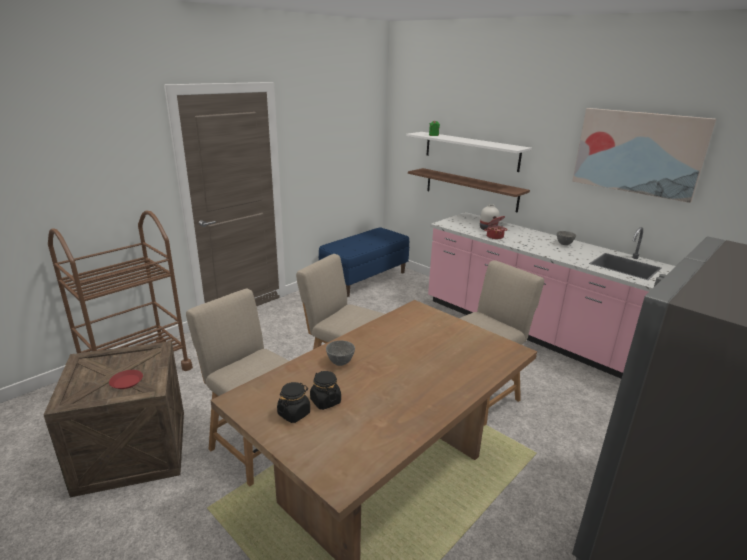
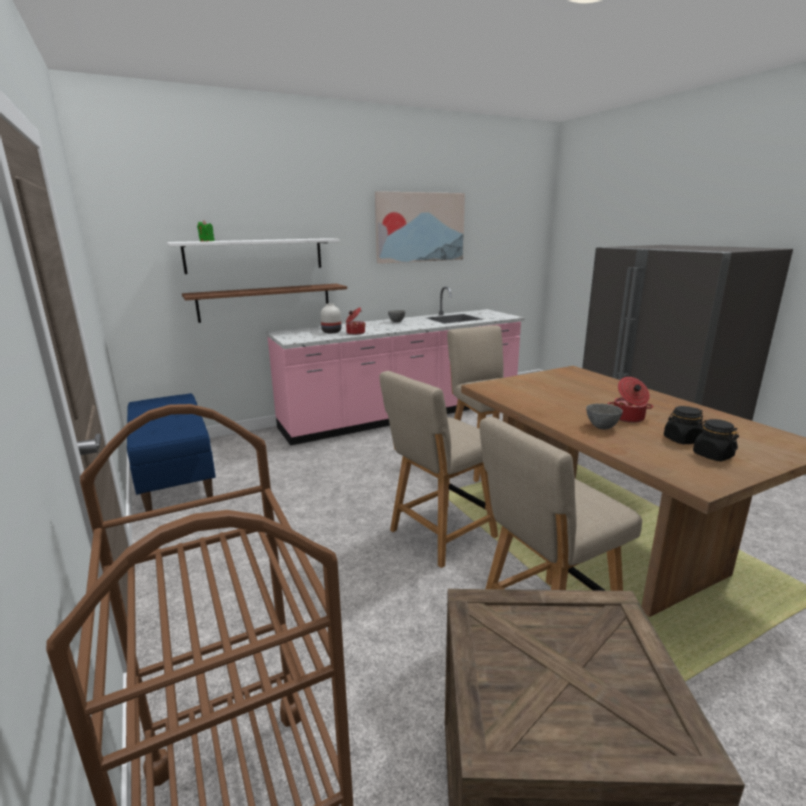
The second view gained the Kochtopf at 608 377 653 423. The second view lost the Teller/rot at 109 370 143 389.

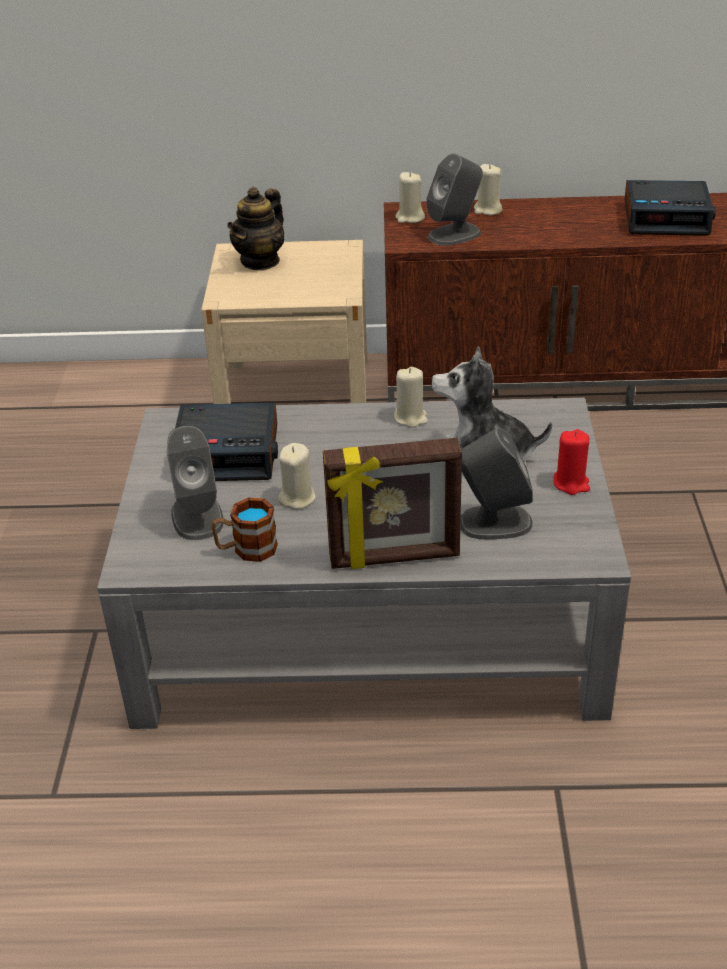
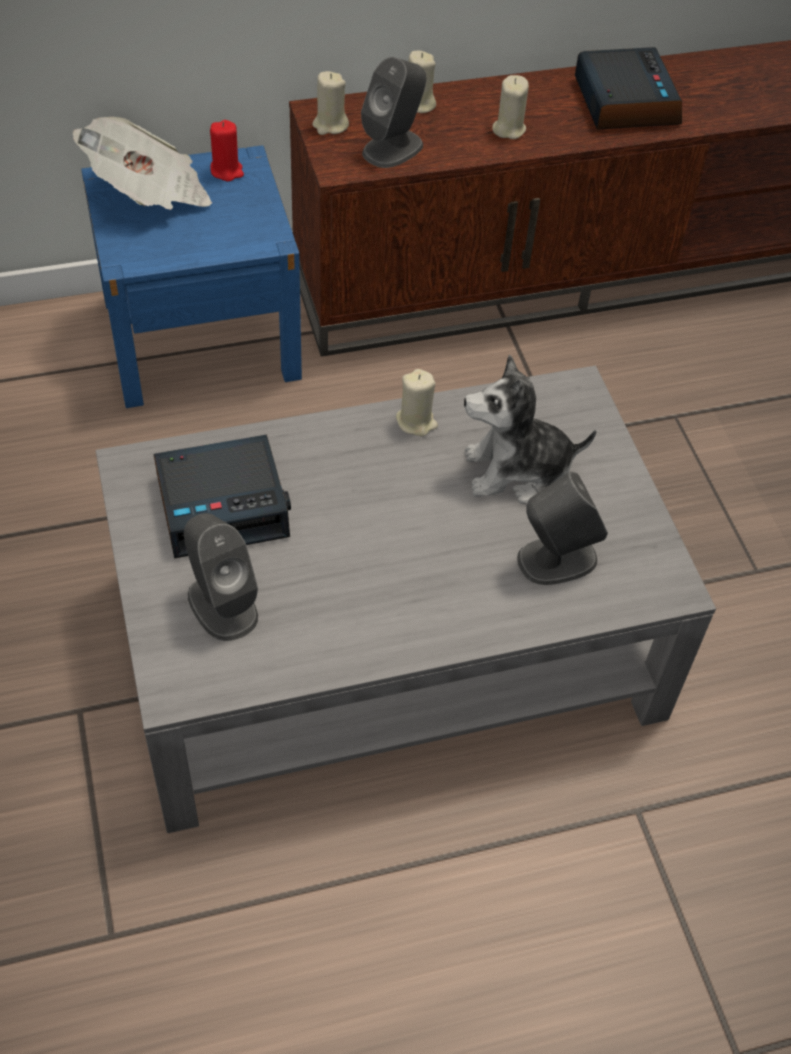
Where the Teekanne stood at 227 187 284 270, the Zeitung came to stand at 73 117 212 210. What was the Nachttisch/beige at 201 240 367 404 turned into the Nachttisch/blau at 81 145 302 408. The Kerze/rot ended up elsewhere, having gone from 553 429 590 495 to 210 120 244 182. The Kerze/beige ended up elsewhere, having gone from 278 443 316 510 to 492 75 529 139. The Wecker at 625 180 716 236 ended up facing another way, 90 degrees counterclockwise from before. The second view lost the Henkelbecher at 212 497 278 562. The second view lost the Bilderrahmen at 323 438 462 569.

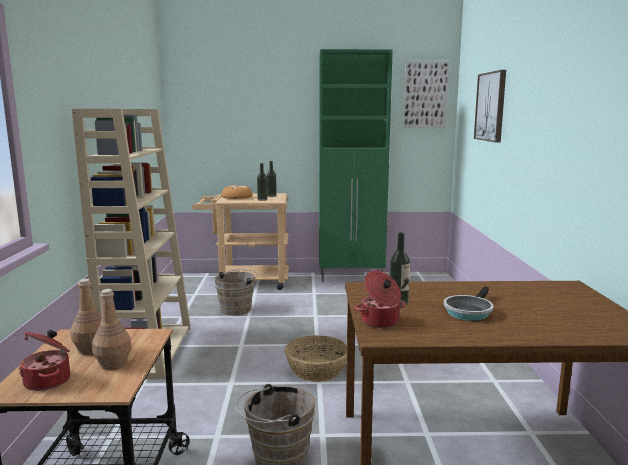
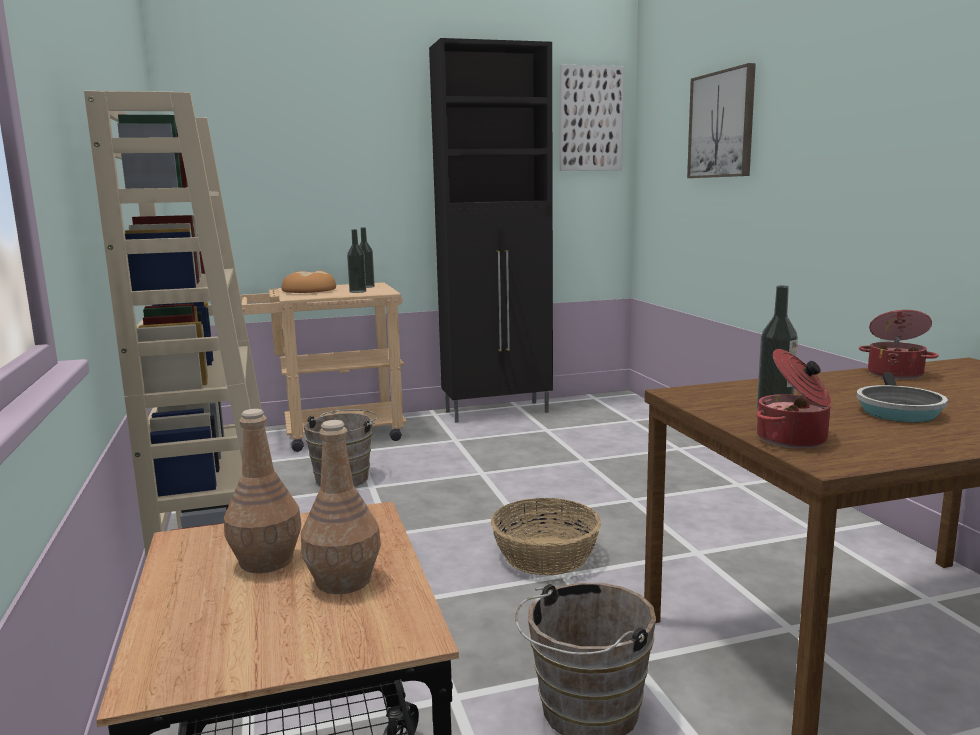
What was the Schrank/grün at 319 49 393 282 turned into the Schrank/schwarz at 429 38 553 423. The Kochtopf ended up elsewhere, having gone from 19 330 70 391 to 859 310 939 379.

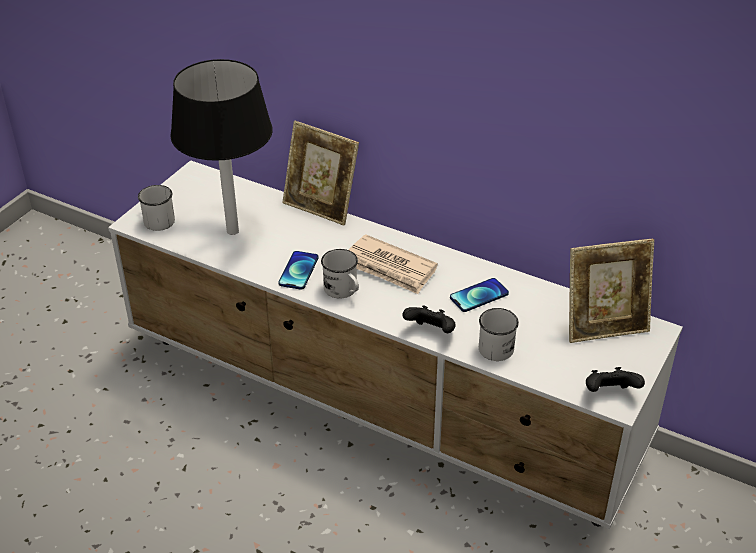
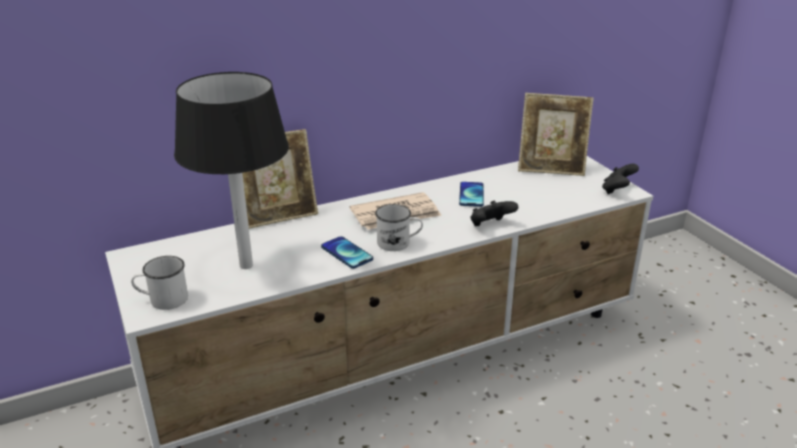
The Bilderrahmen at 569 239 654 343 ended up facing another way, 75 degrees clockwise from before. The second view lost the Henkelbecher/weiß at 479 308 519 361.

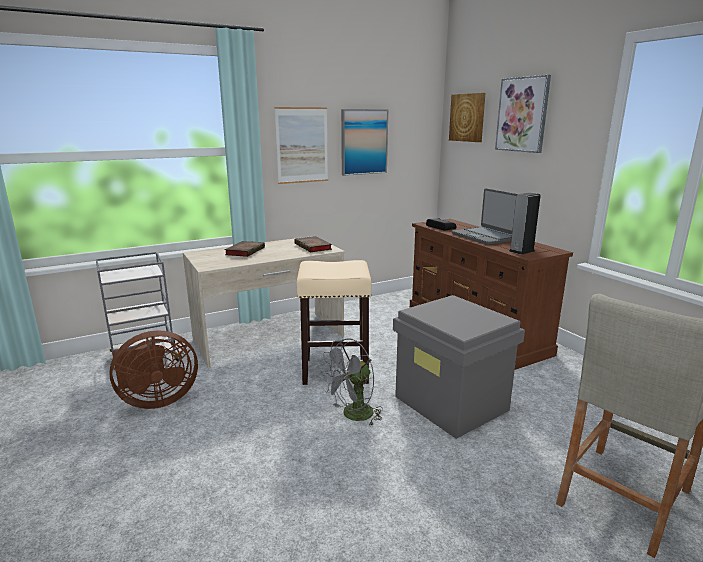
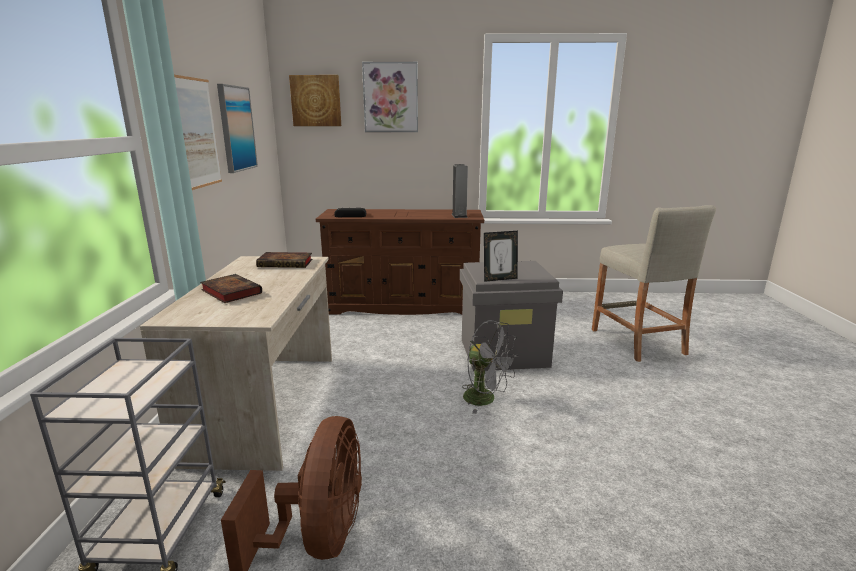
The Ventilator/grau at 321 338 383 425 ended up facing another way, 45 degrees counterclockwise from before. The second view gained the Bilderrahmen at 484 231 518 282. The second view lost the Hocker/beige at 296 260 371 385. The second view lost the Laptop at 452 188 517 245.

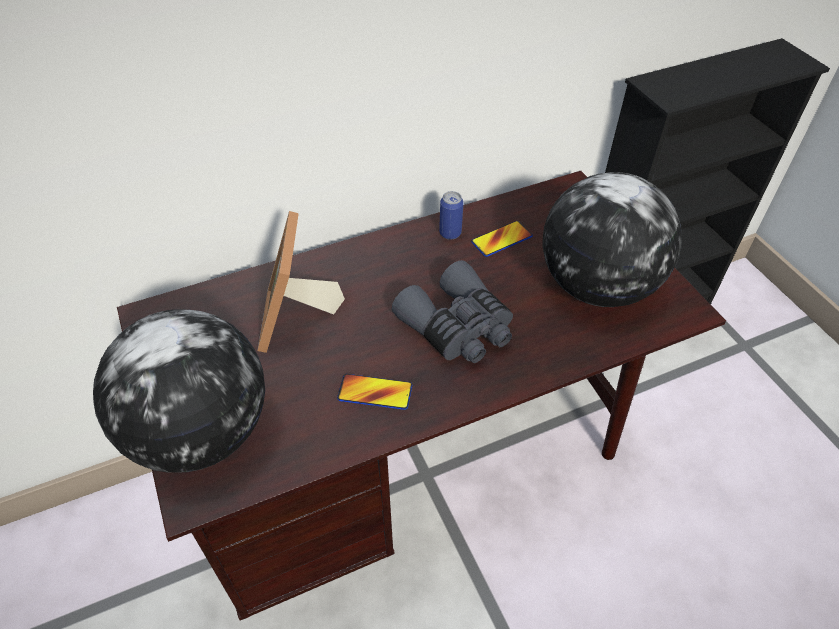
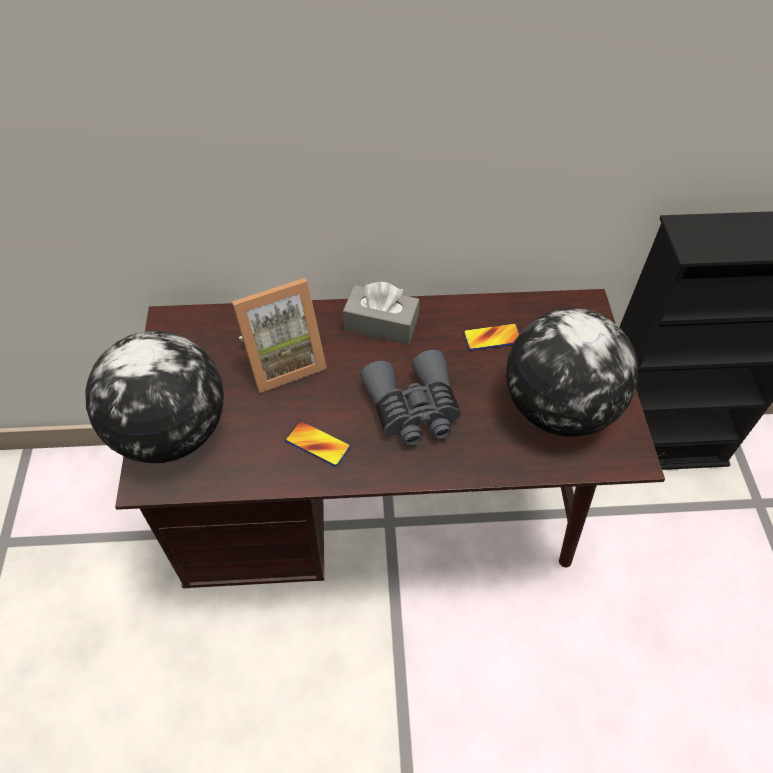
The Bilderrahmen at 257 211 345 353 ended up facing another way, 135 degrees counterclockwise from before. The second view gained the Taschentuchbox/grau at 343 282 420 344. The second view lost the Dose at 439 191 464 240.

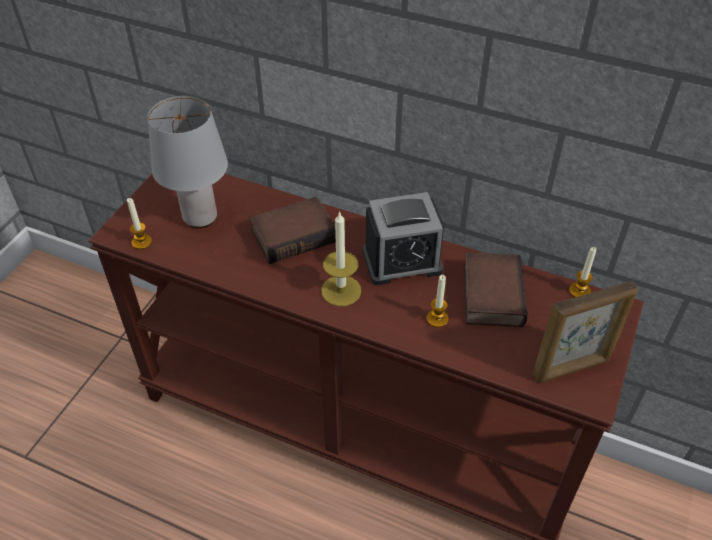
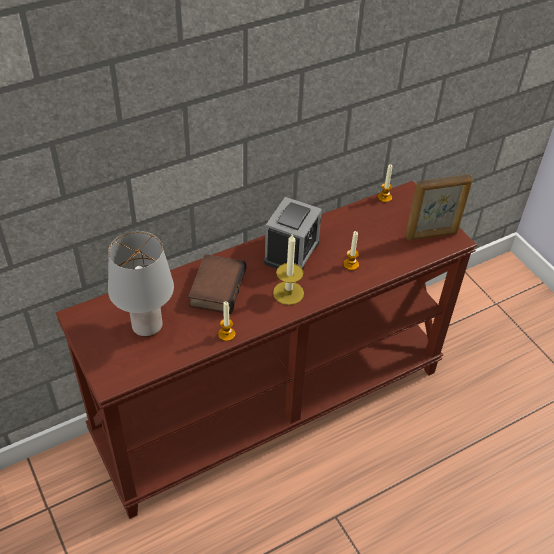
The Kerze ended up elsewhere, having gone from 127 198 152 249 to 218 301 235 341. The Bilderrahmen at 532 281 638 383 ended up facing another way, 60 degrees clockwise from before. The second view lost the Buch at 464 252 528 327.

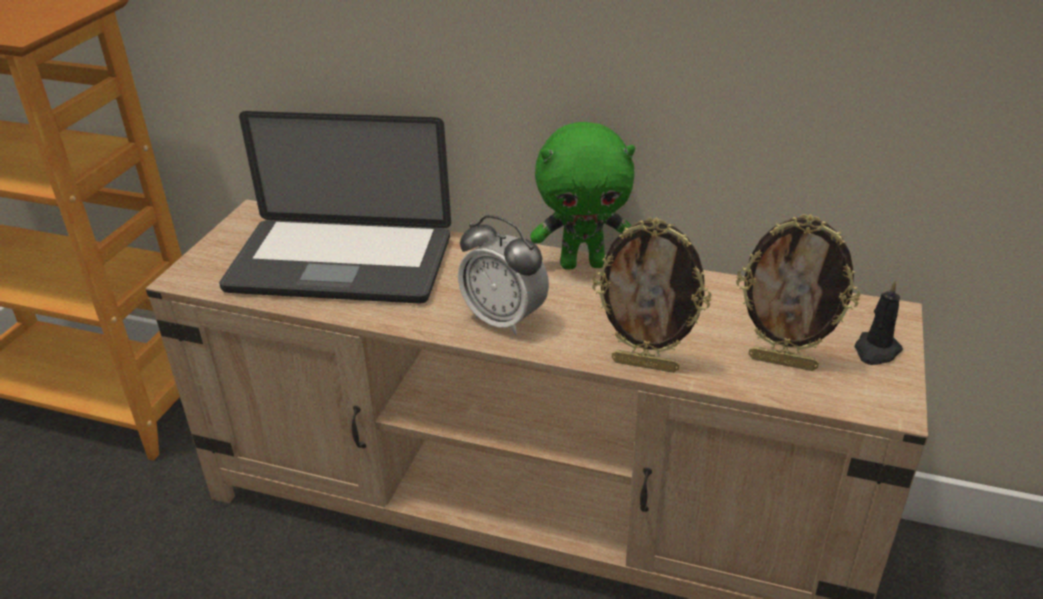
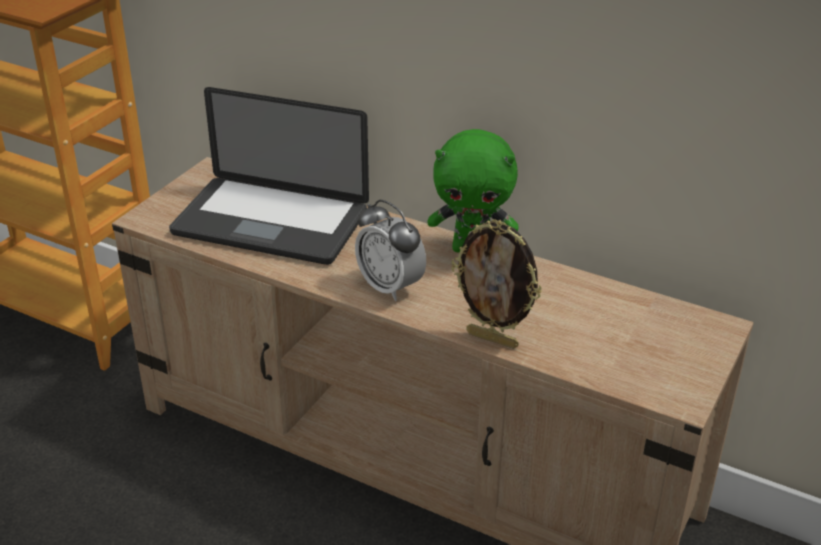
The second view lost the Bilderrahmen at 736 214 861 371. The second view lost the Kerze/schwarz at 855 281 903 365.

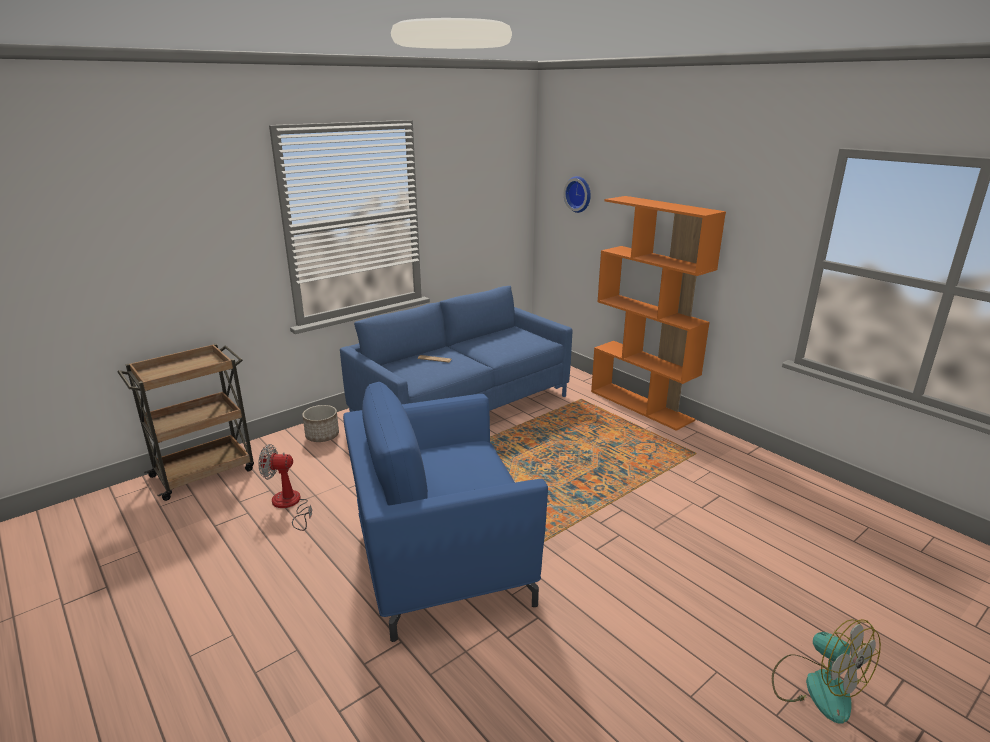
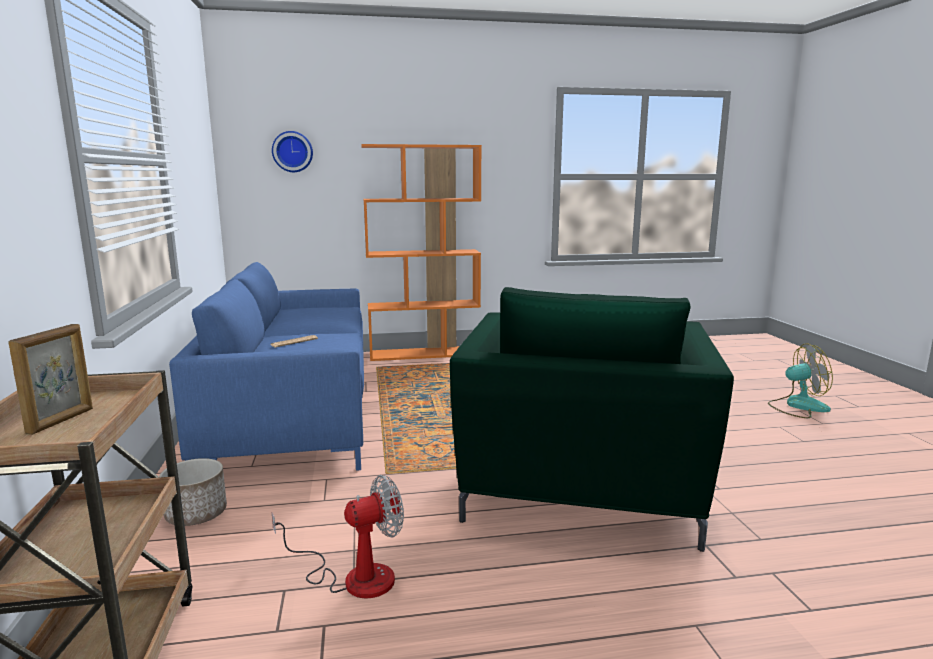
The second view gained the Bilderrahmen at 8 324 93 435. The Ventilator at 258 444 312 531 ended up facing another way, 150 degrees counterclockwise from before. What was the Sessel/blau at 343 382 548 642 turned into the Sessel/grün at 450 287 734 552.

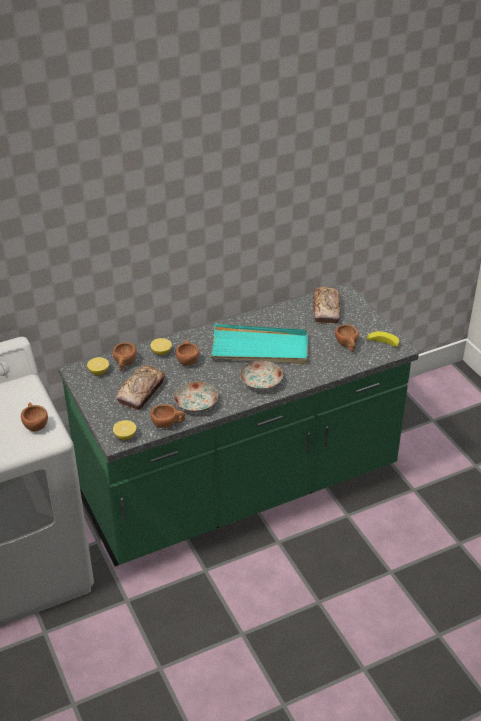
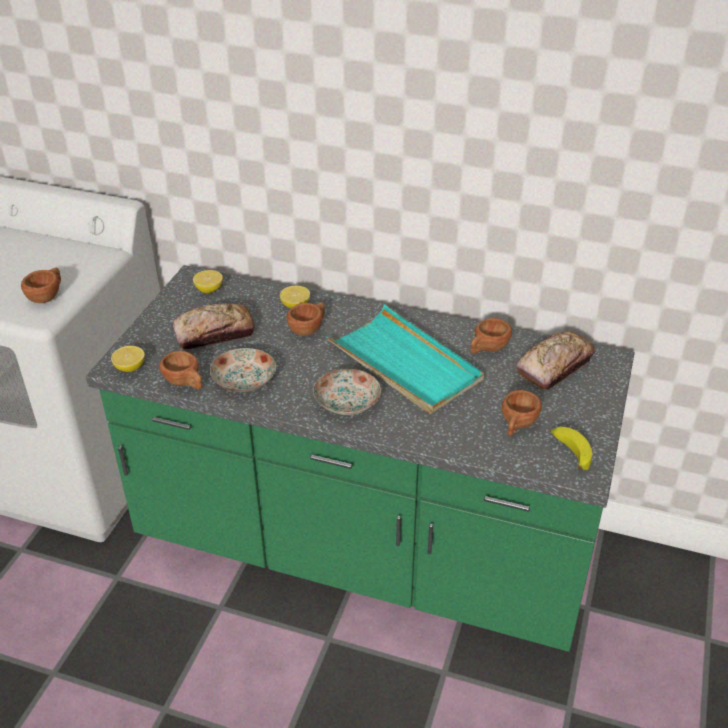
The Tasse/braun ended up elsewhere, having gone from 113 343 137 371 to 471 318 512 354.

